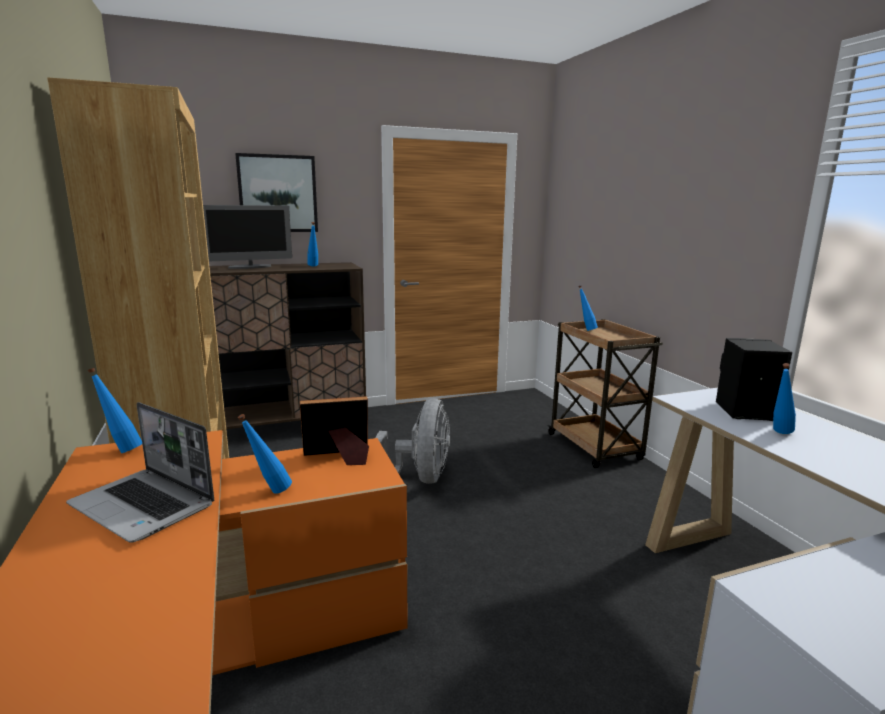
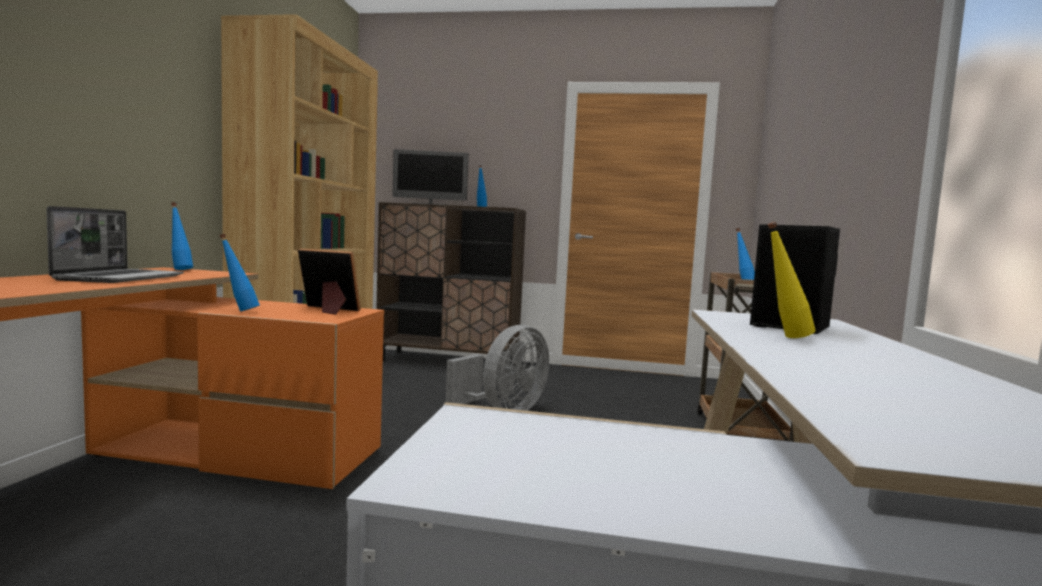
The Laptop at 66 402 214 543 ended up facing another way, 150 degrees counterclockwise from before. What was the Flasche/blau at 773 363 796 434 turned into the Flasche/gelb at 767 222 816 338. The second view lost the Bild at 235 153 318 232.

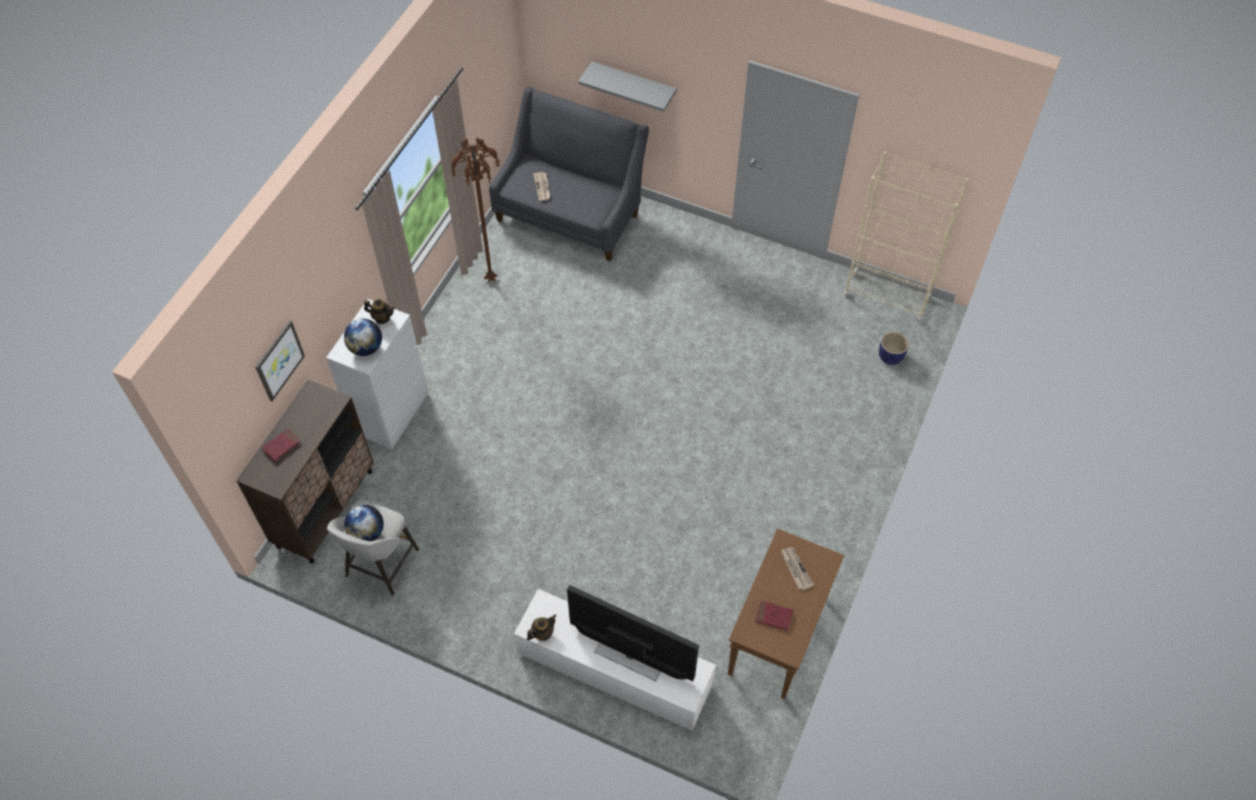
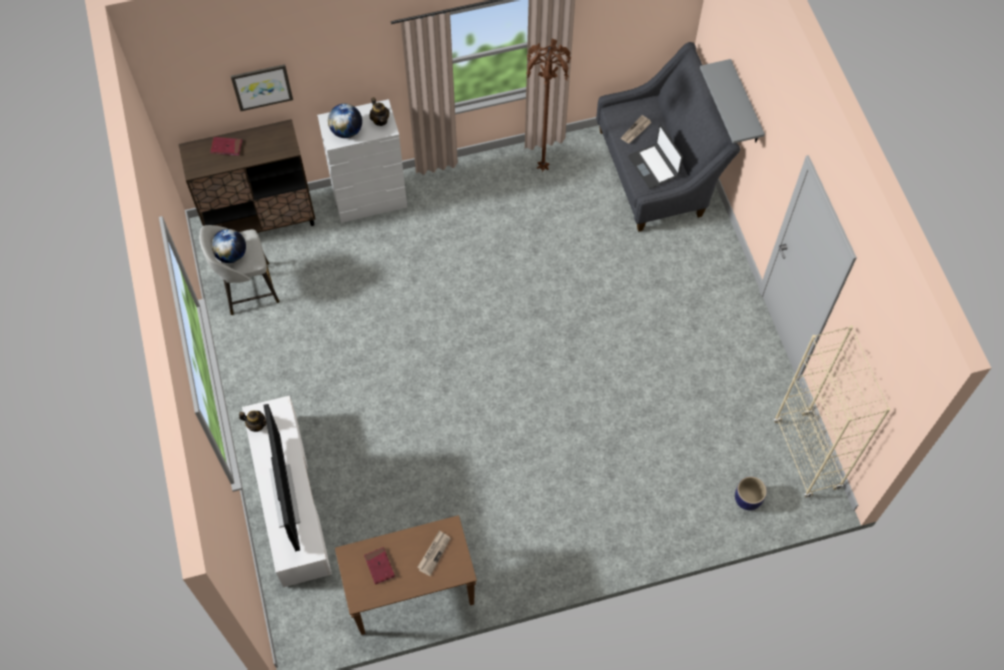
The second view gained the Laptop at 628 124 683 189.

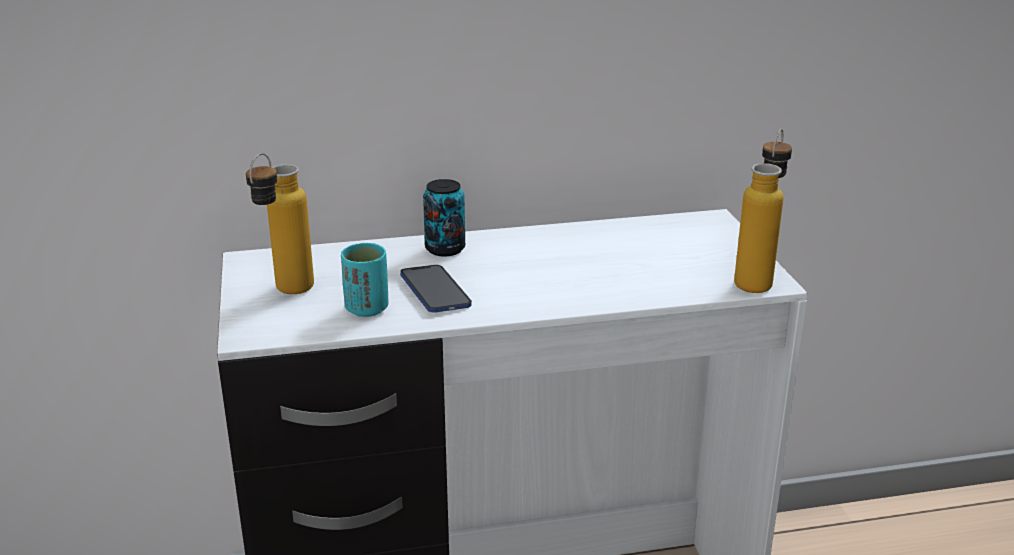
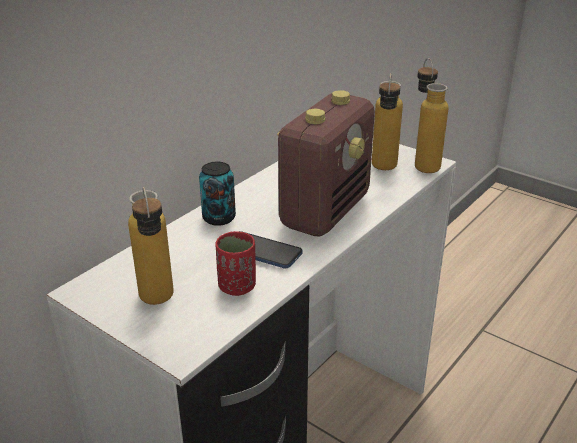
What was the Tasse/türkis at 341 243 389 317 turned into the Tasse/rot at 215 231 256 296. The second view gained the Radio at 277 90 375 236. The second view gained the Flasche at 372 73 403 170.

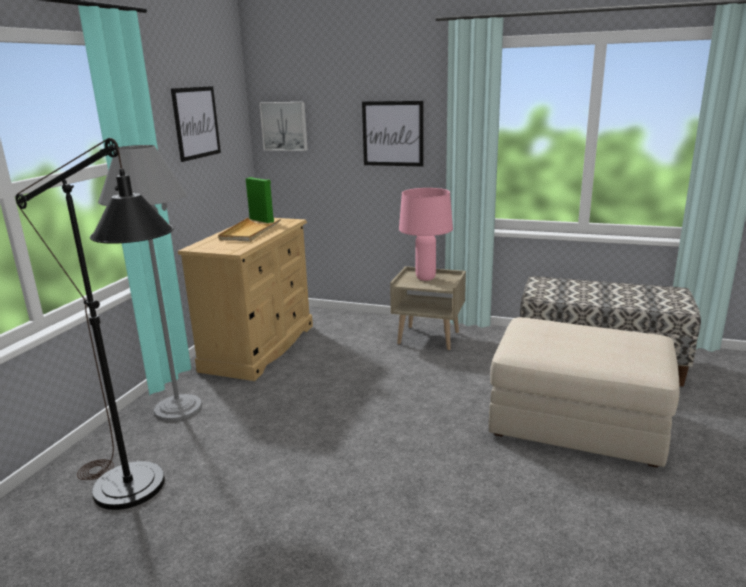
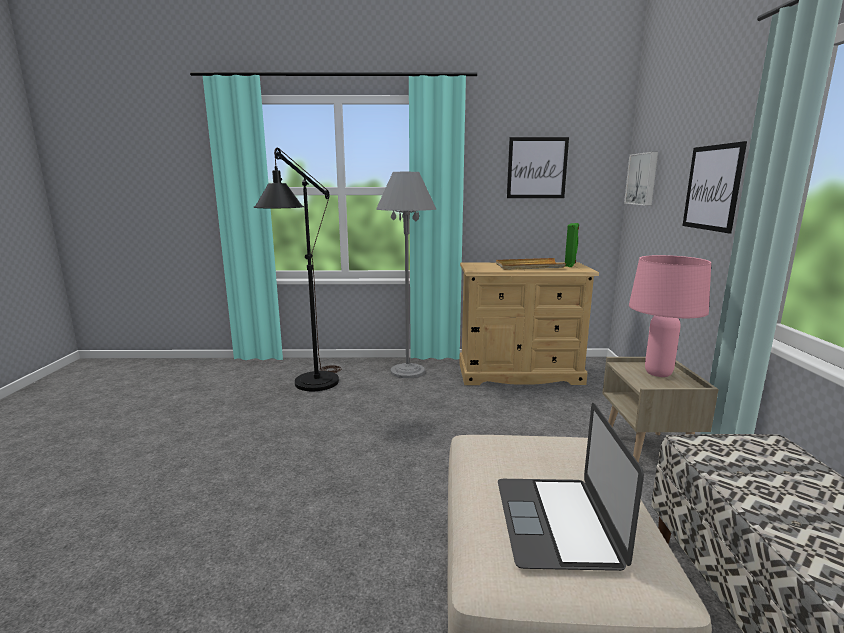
The second view gained the Laptop at 498 403 644 571.

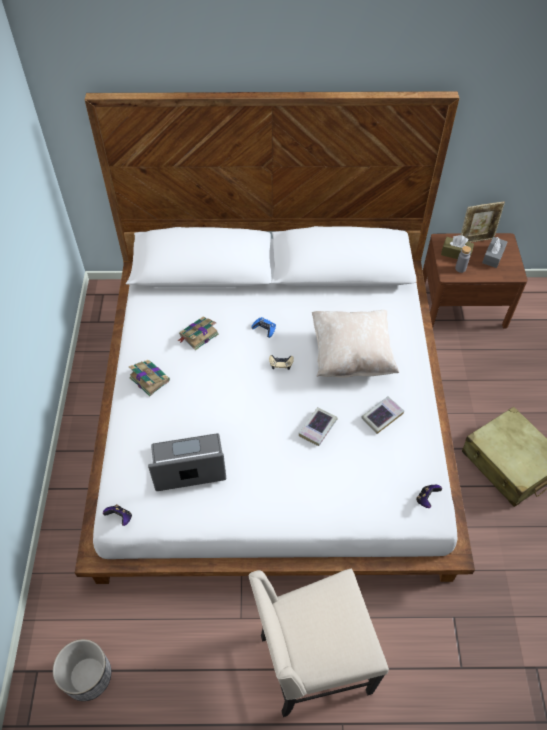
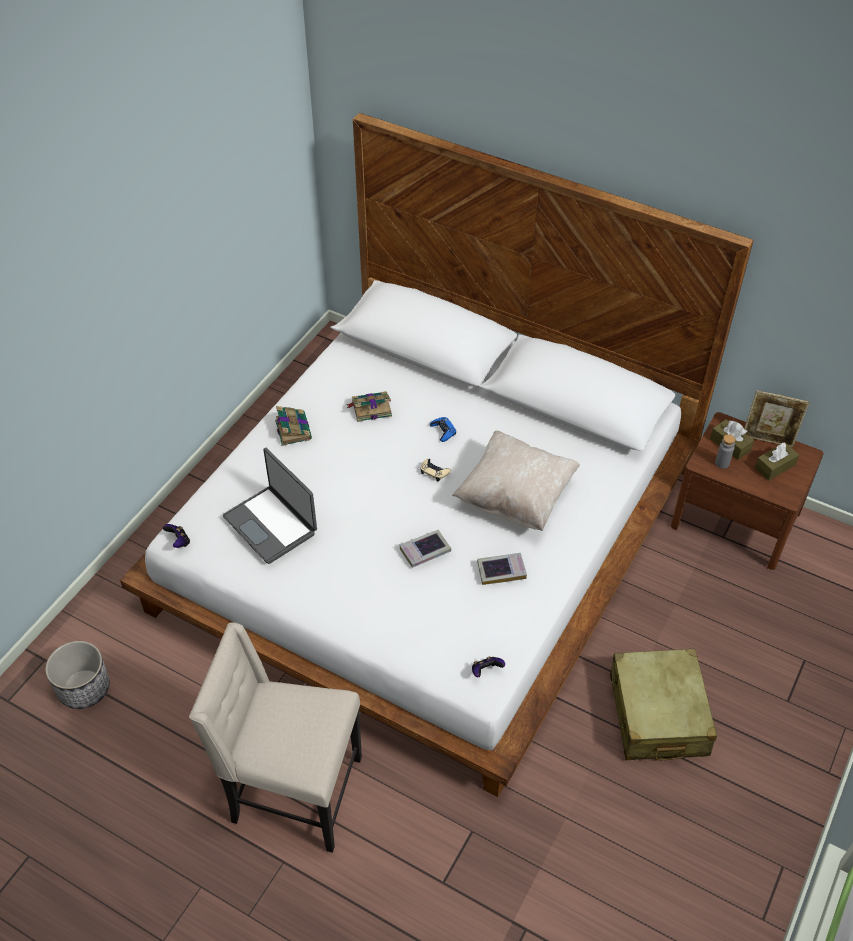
The Laptop at 148 433 227 491 ended up facing another way, 150 degrees counterclockwise from before. What was the Taschentuchbox/grau at 482 237 508 268 turned into the Taschentuchbox/braun at 755 442 799 481.

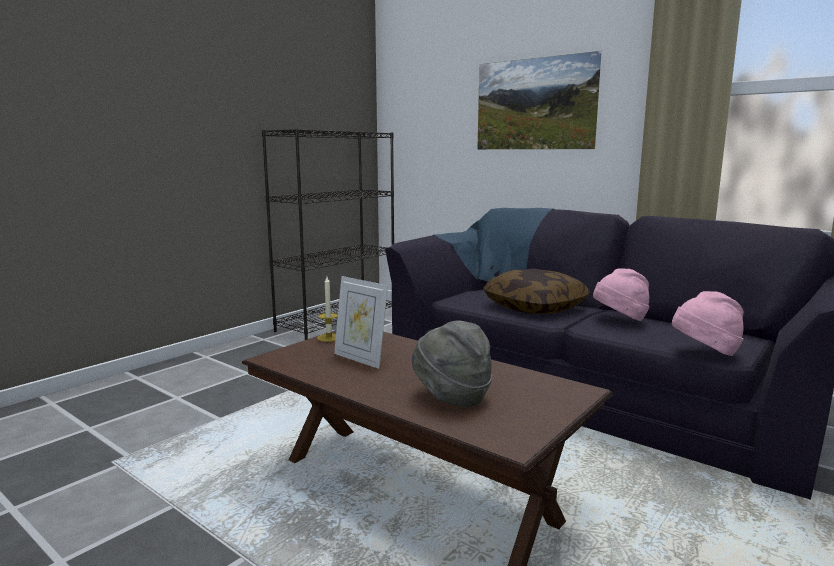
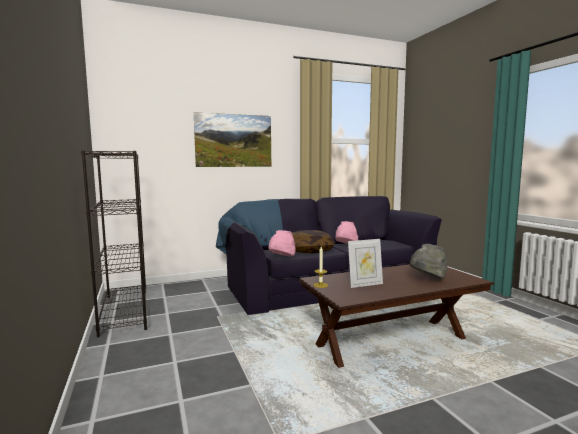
The Hut/rosa ended up elsewhere, having gone from 672 291 744 356 to 268 230 296 256.

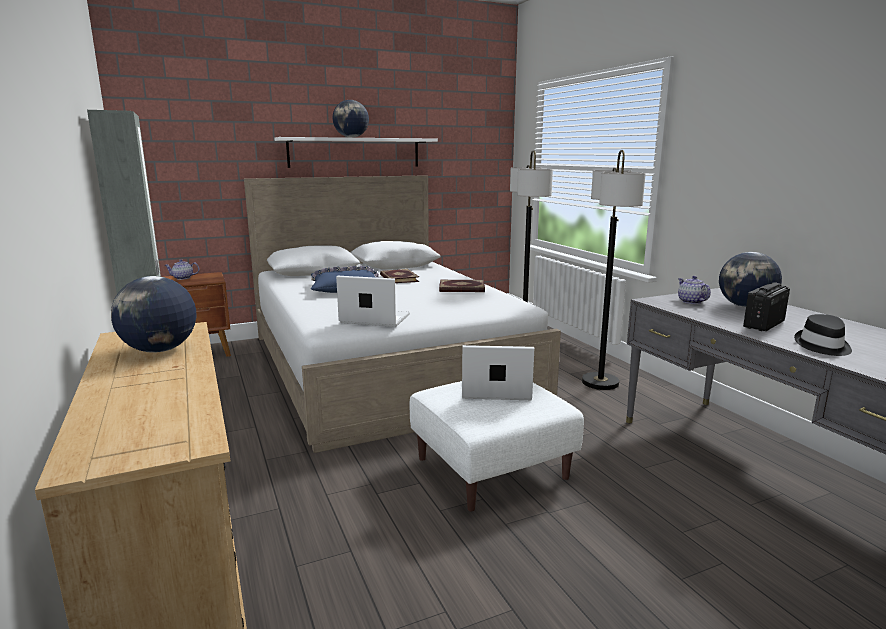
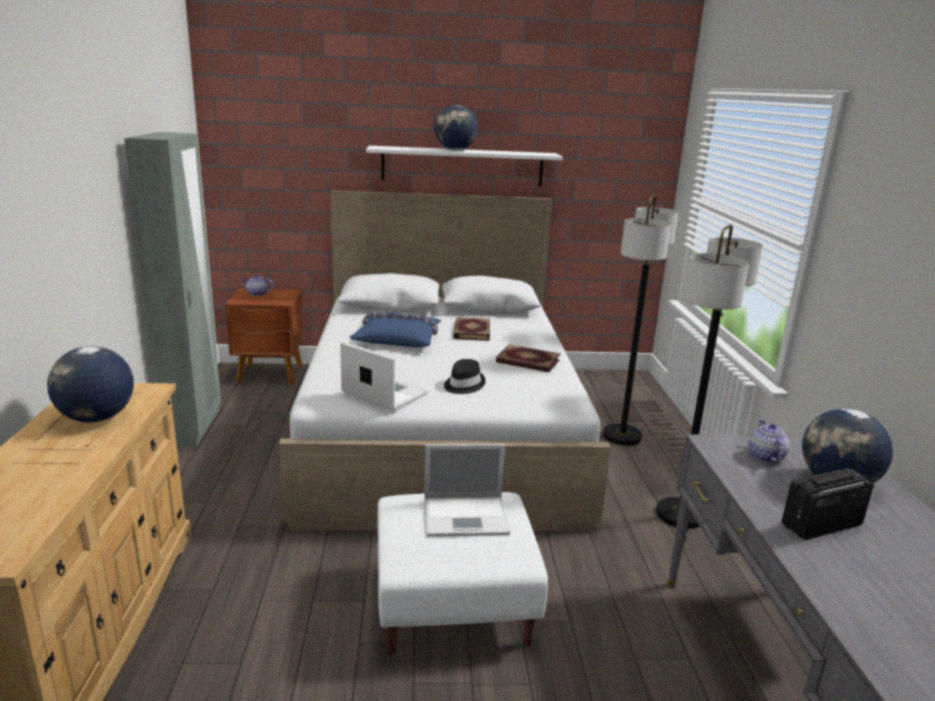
The Laptop at 462 345 534 400 ended up facing another way, 150 degrees clockwise from before. The Hut/schwarz ended up elsewhere, having gone from 794 314 852 356 to 444 359 485 394.

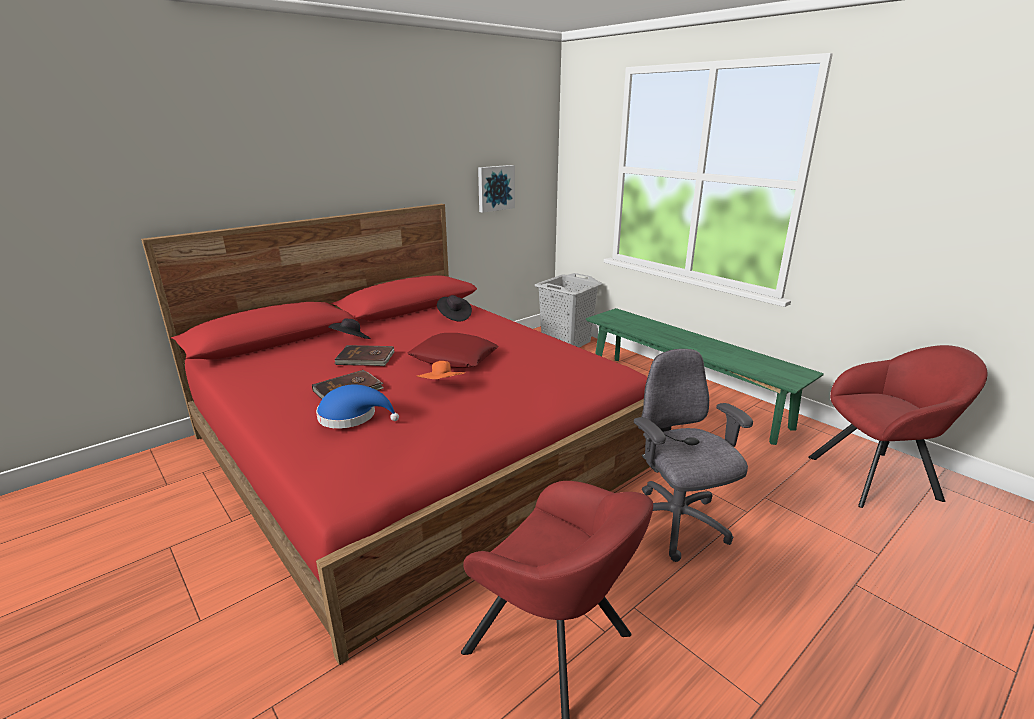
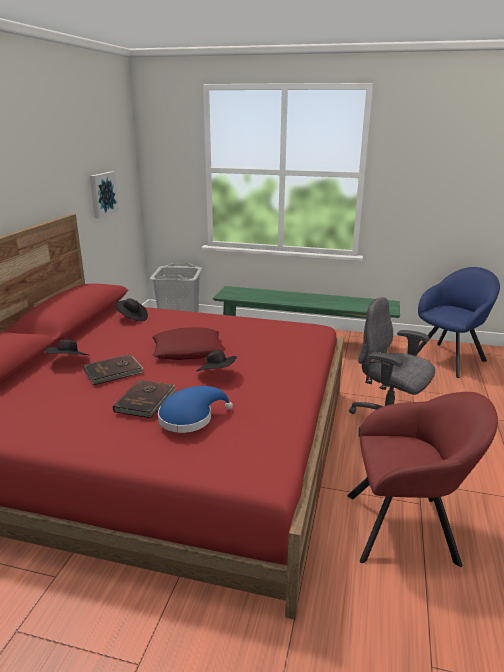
What was the Hut/orange at 417 361 466 379 turned into the Hut/schwarz at 196 350 237 371. What was the Sessel/rot at 808 345 987 508 turned into the Sessel/blau at 417 267 500 378.

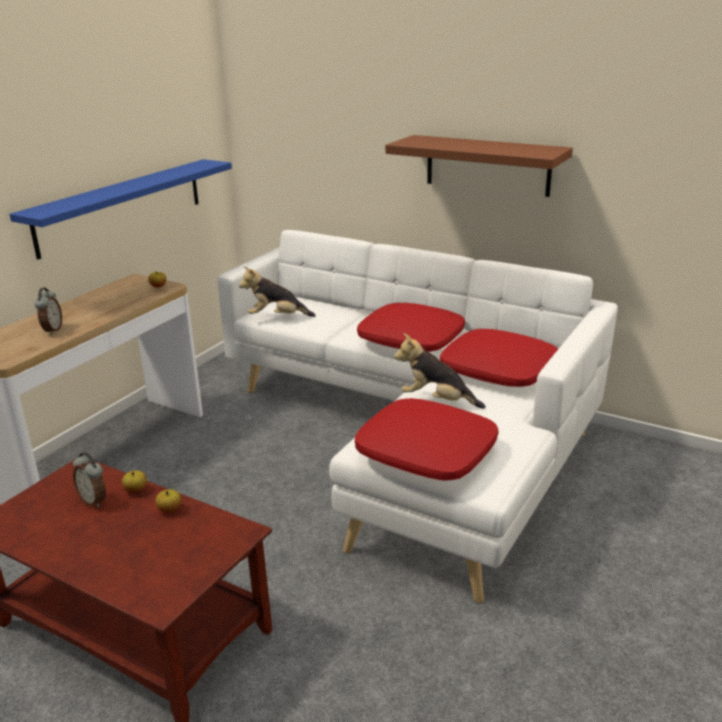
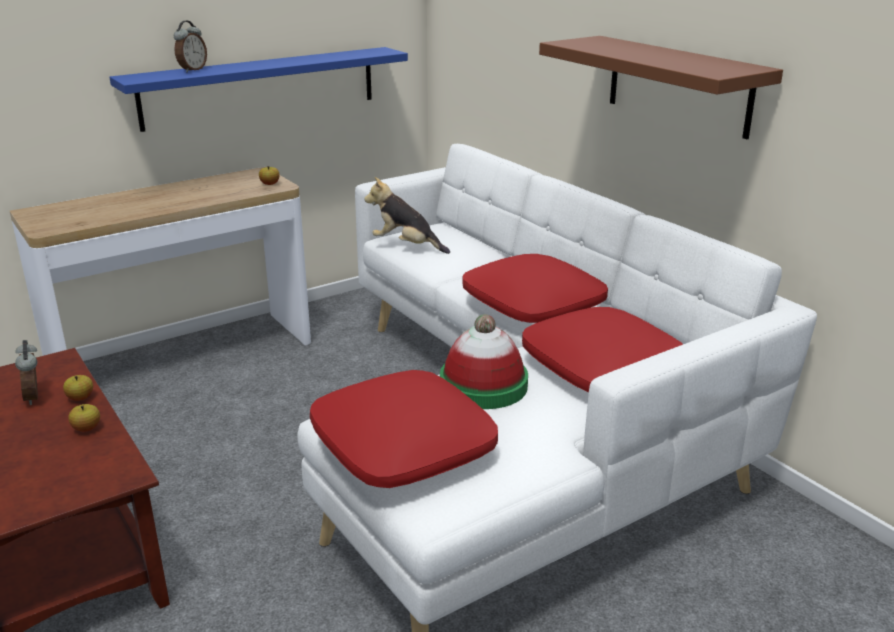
The Wecker ended up elsewhere, having gone from 34 288 62 335 to 174 21 207 73. Where the Plüschtier stood at 394 333 485 409, the Hut came to stand at 440 314 528 409.

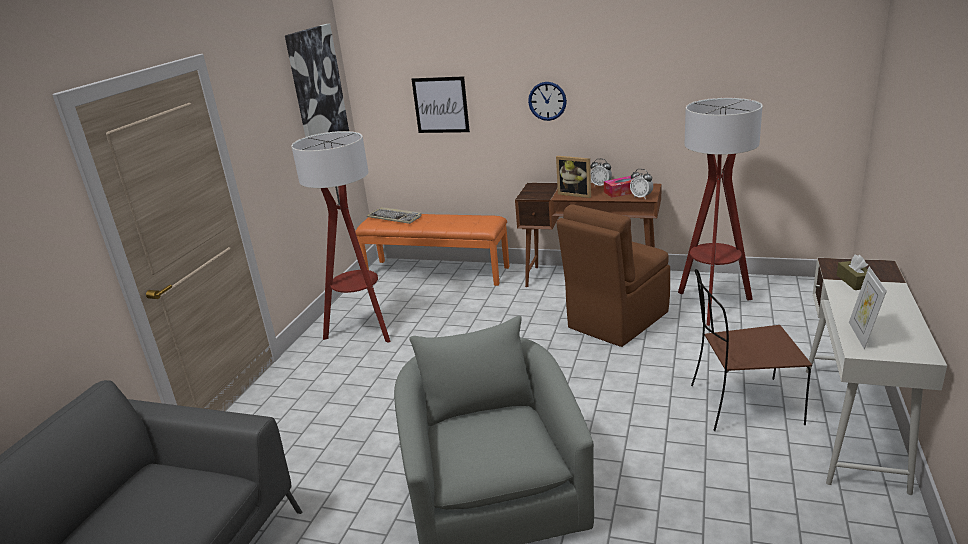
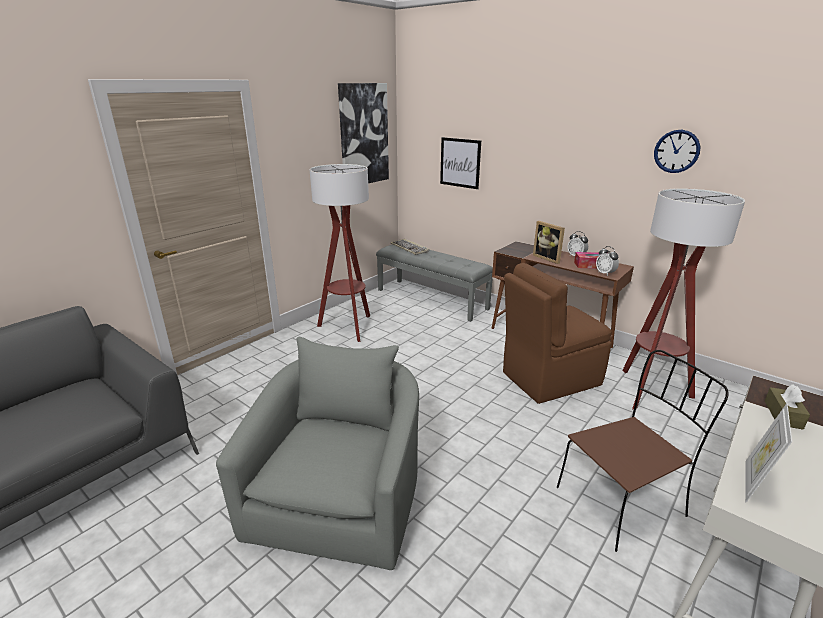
What was the Bank/orange at 355 214 509 286 turned into the Bank/grau at 376 244 493 322. The Stuhl/braun at 691 269 812 431 ended up facing another way, 135 degrees clockwise from before. The Wanduhr ended up elsewhere, having gone from 528 82 567 121 to 654 130 701 173.

